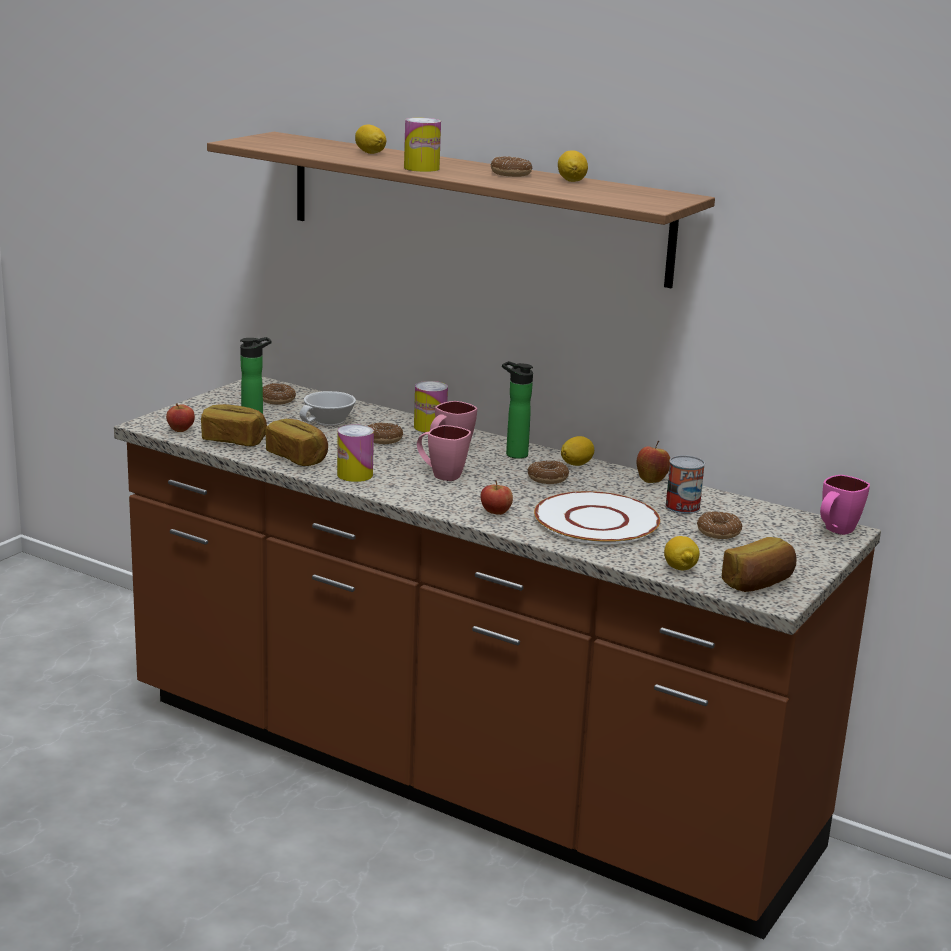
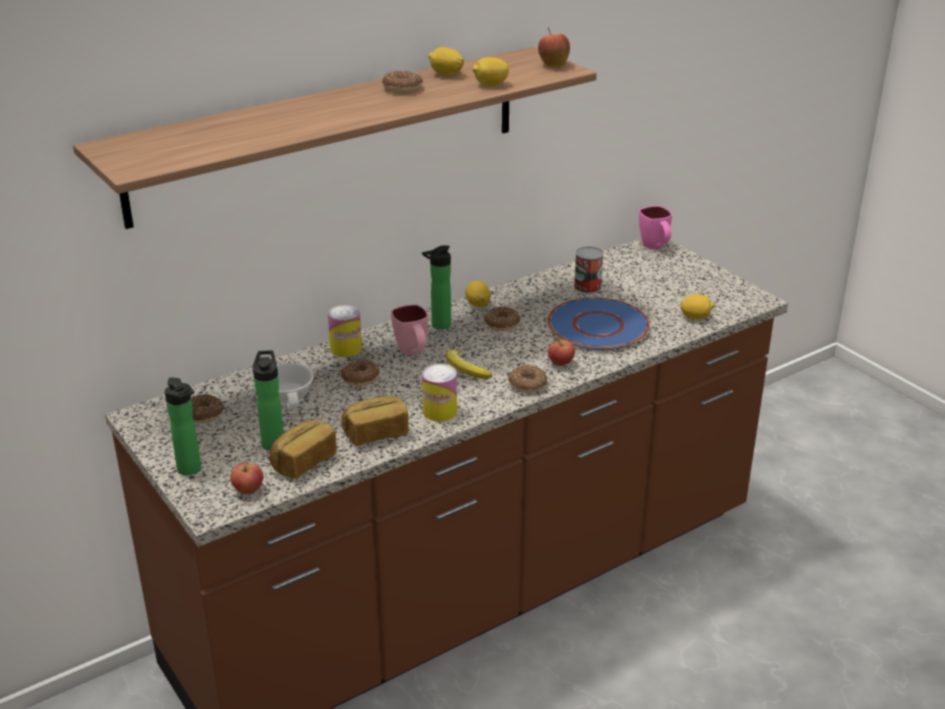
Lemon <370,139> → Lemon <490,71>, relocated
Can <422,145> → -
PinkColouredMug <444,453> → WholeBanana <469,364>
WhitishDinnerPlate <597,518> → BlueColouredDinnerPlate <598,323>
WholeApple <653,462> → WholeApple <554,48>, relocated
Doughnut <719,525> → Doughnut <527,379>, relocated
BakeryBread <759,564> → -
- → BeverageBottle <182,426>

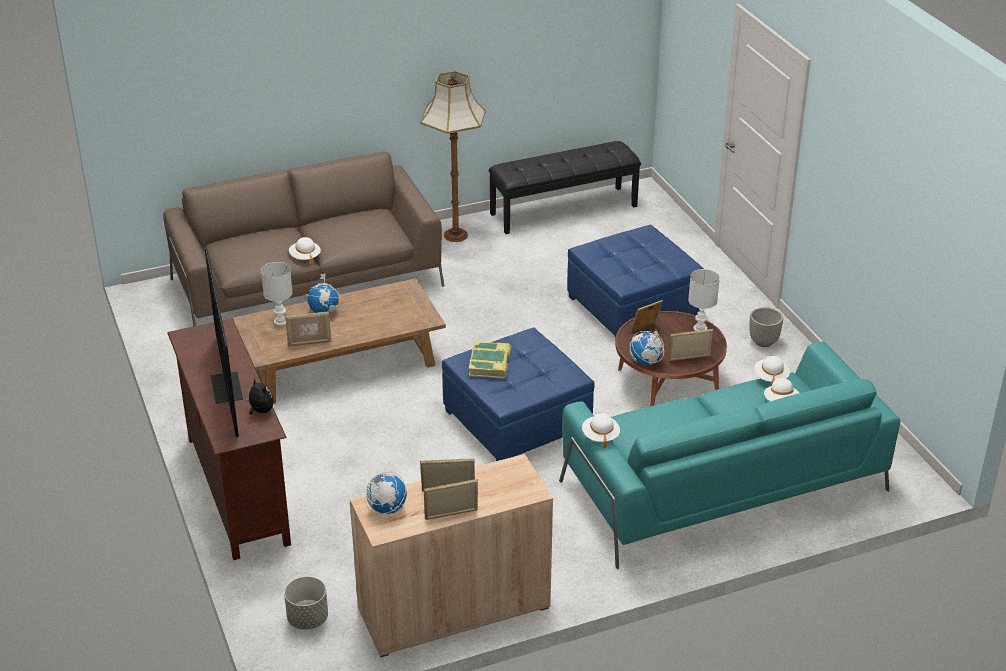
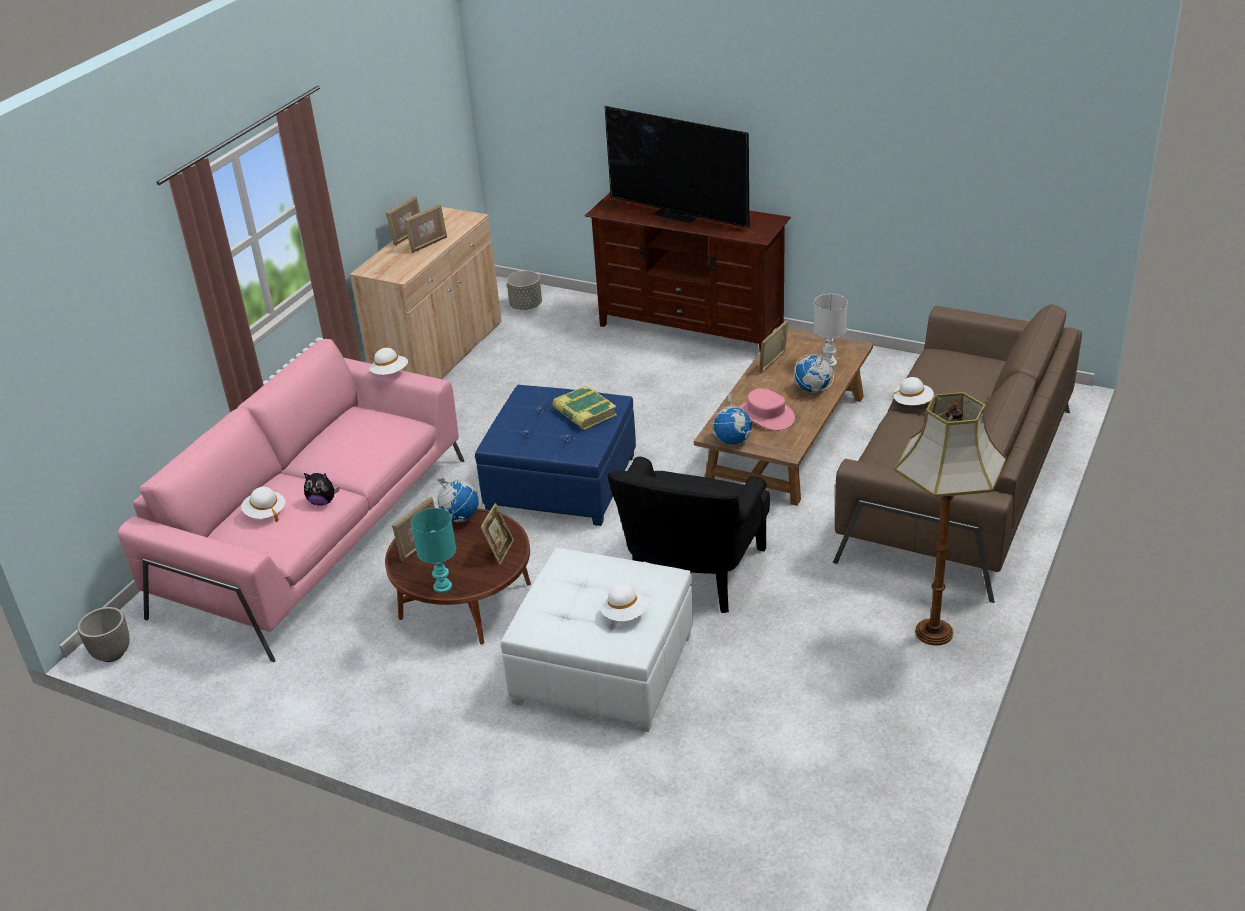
CuddlyToy <259,396> → CuddlyToy <321,489>, relocated
Globe <386,493> → Globe <732,419>, relocated
BlackishIndoorBench <565,187> → -
BlueGreenCouch <729,455> → PinkColouredCouch <291,500>
BlueColouredOttoman <635,282> → WhitishOttoman <597,640>
WhitishTableLamp <704,300> → BlueGreenTableLamp <433,550>
Planter <766,327> → Planter <103,634>, relocated
WhitishClothingHat <772,371> → WhitishClothingHat <624,603>, relocated
- → BlackishLoungeChair <689,535>
- → PinkColouredClothingHat <767,409>

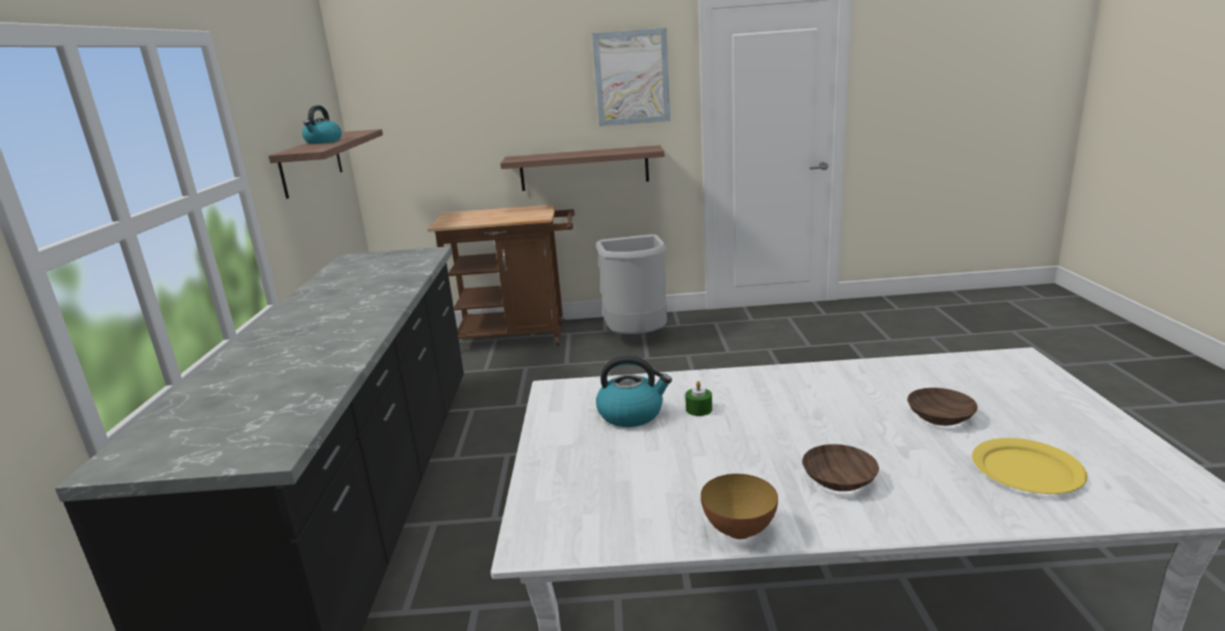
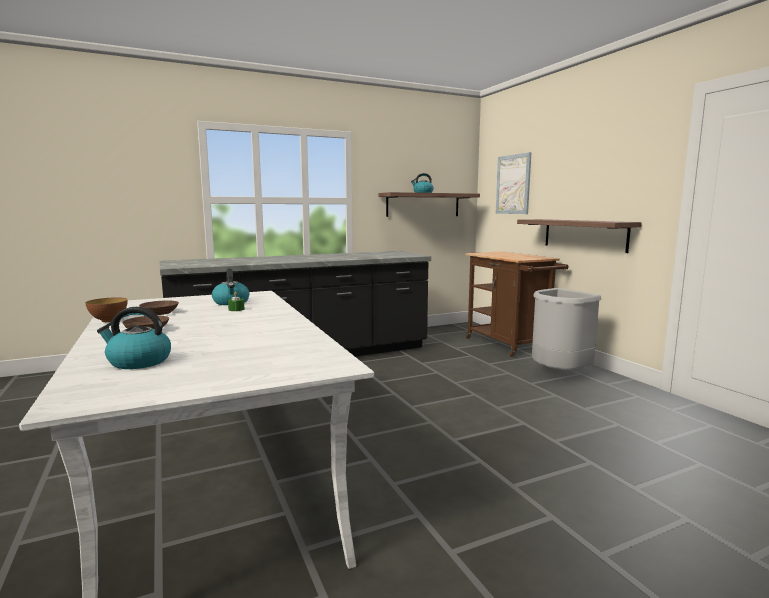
WallPicture <631,77> → WallPicture <513,183>, relocated
BrownServingBowl <942,407> → BrownServingBowl <159,307>, relocated
YellowDinnerPlate <1029,466> → WaterKettle <134,338>

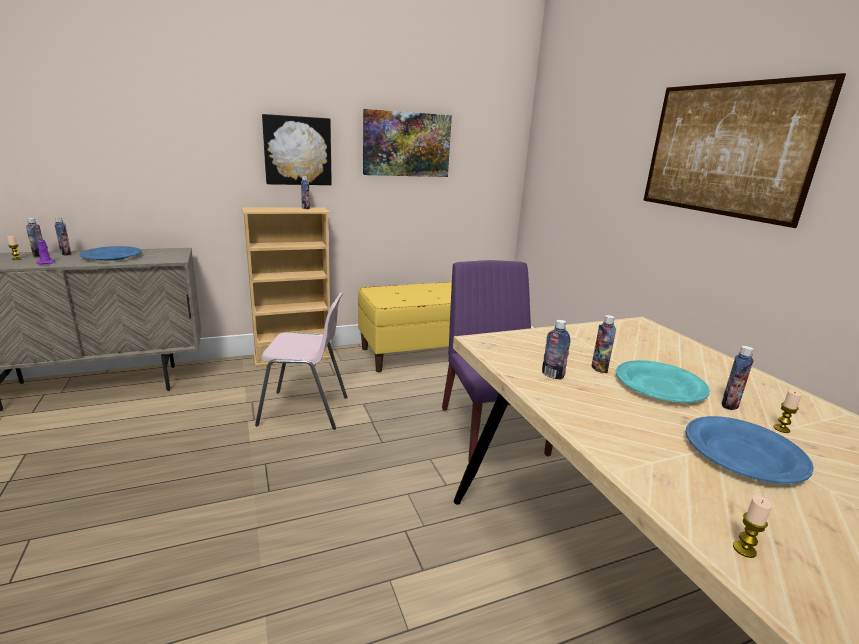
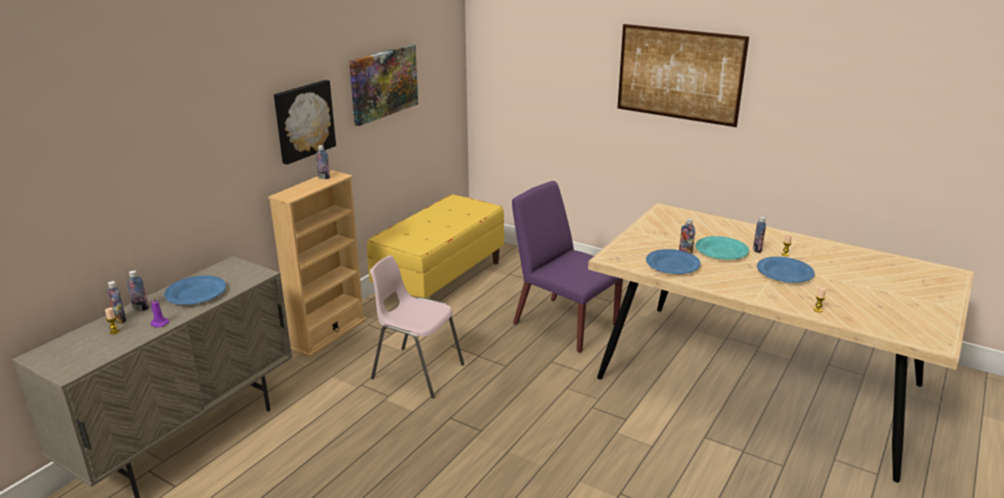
PinkColouredUprightChair <301,361> → PinkColouredUprightChair <417,327>, 120 degrees counterclockwise
BeverageBottle <556,350> → BlueColouredDinnerPlate <673,261>

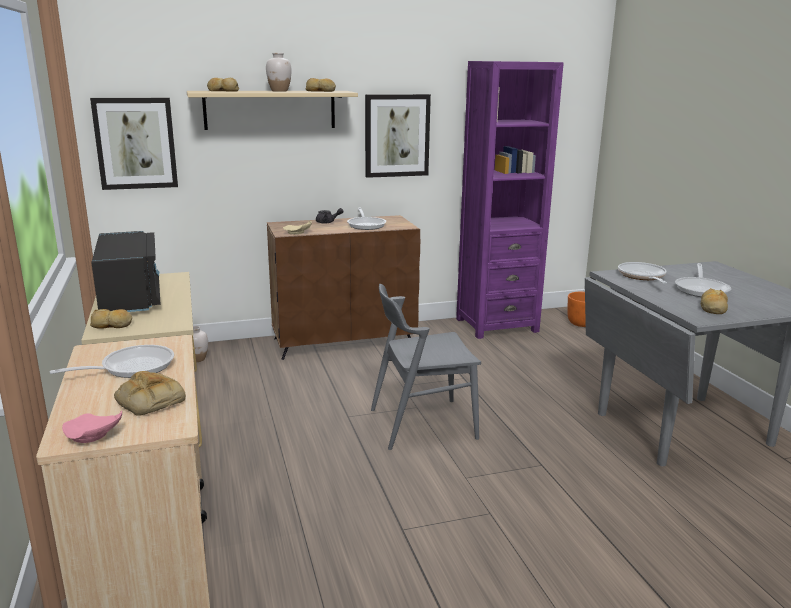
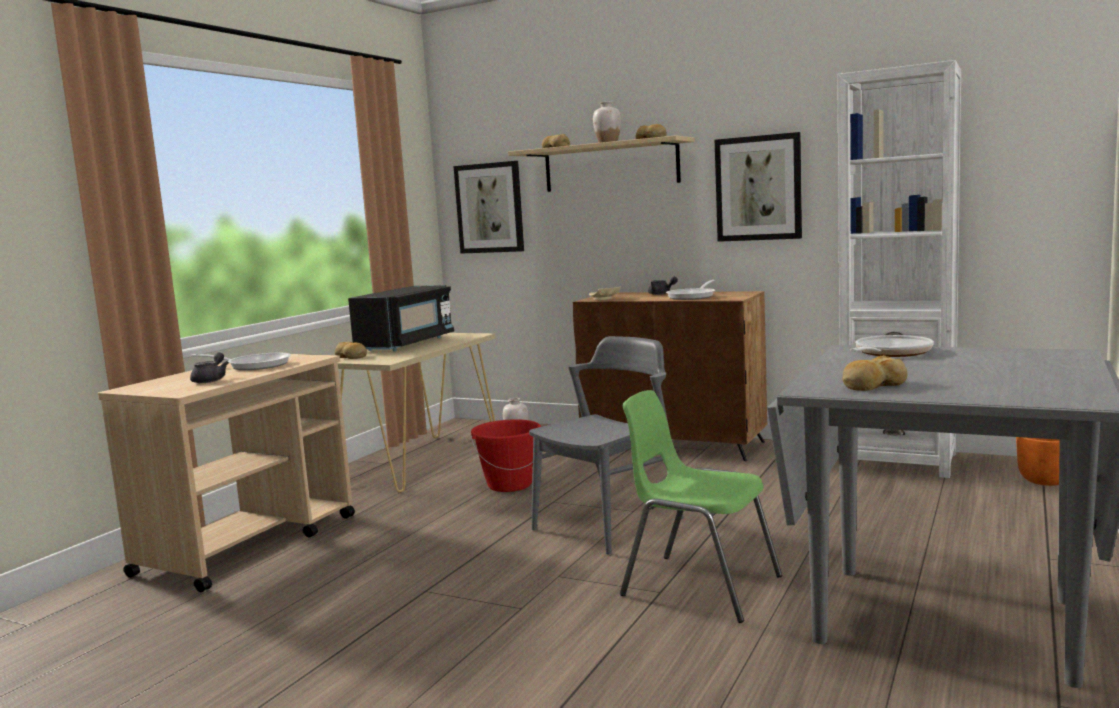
PinkColouredDinnerPlate <92,426> → -
BakeryBread <150,393> → GreyishTeapot <209,367>
GreyishUprightChair <426,367> → GreyishUprightChair <606,445>, 105 degrees clockwise
PurplishBookshelf <510,200> → WhitishBookshelf <899,269>
FryingPan <703,280> → -
- → RedPail <506,455>
- → GreenishUprightChair <701,506>

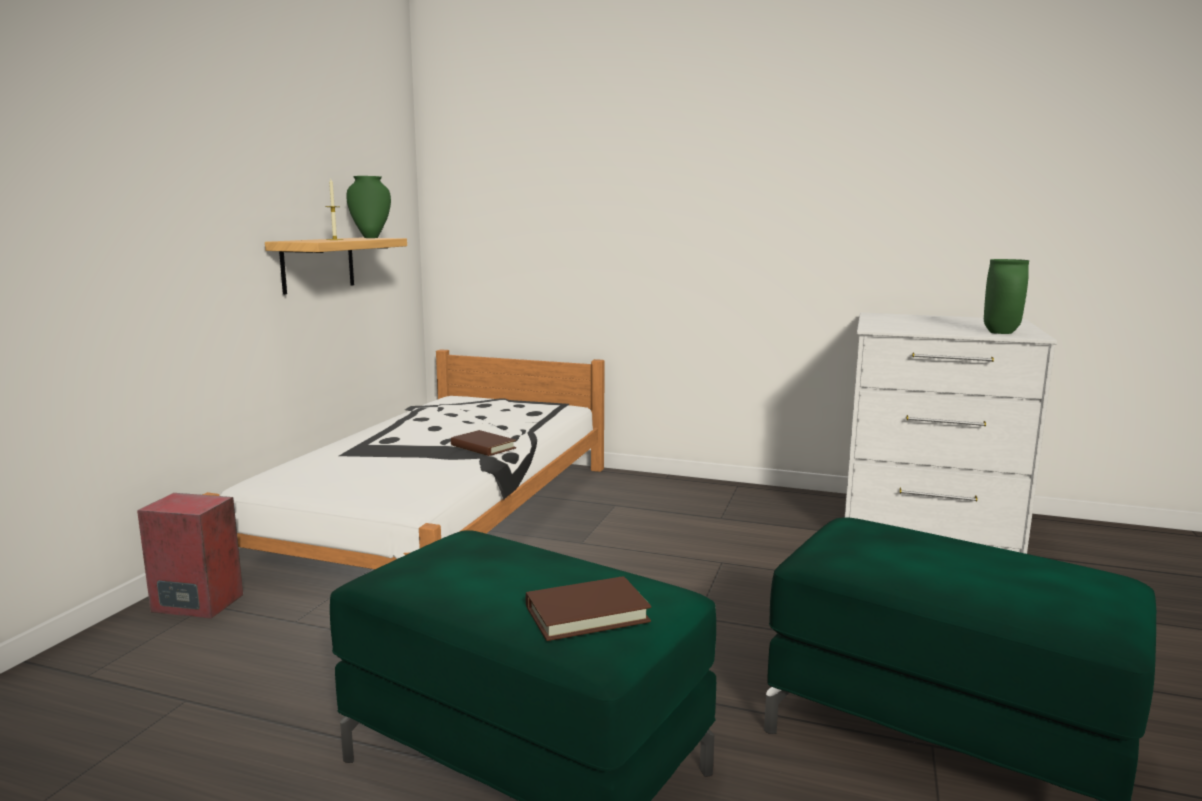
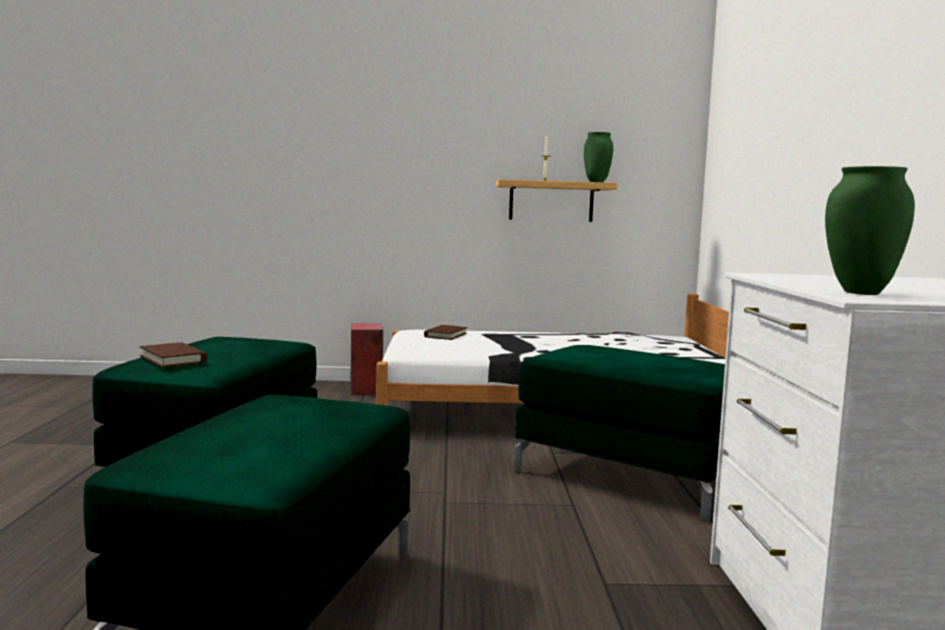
BrownBook <483,443> → BrownBook <445,332>, relocated
- → GreenishOttoman <619,433>

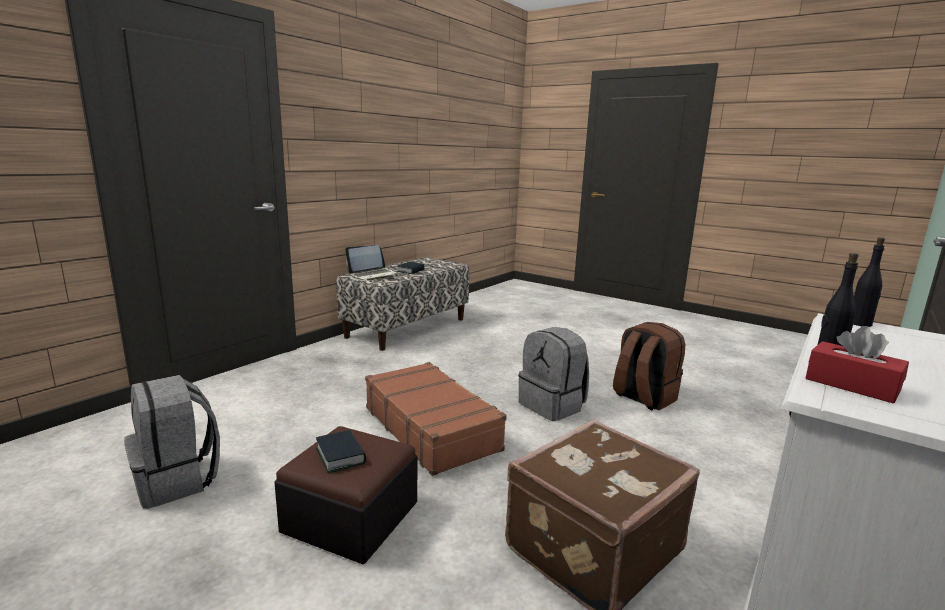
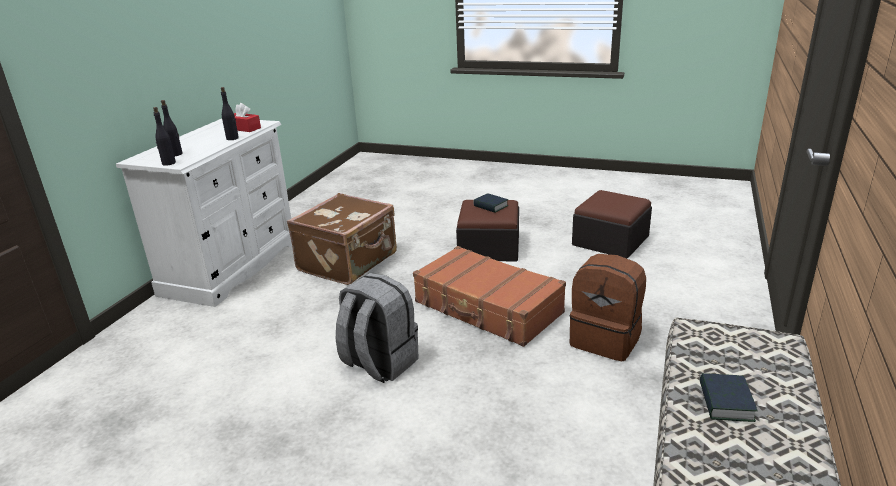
GreyishKnapsack <172,442> → Ottoman <612,224>
Laptop <371,262> → -
BrownKnapsack <649,366> → BrownKnapsack <608,307>, relocated
- → BlackishBeverageBottle <172,128>

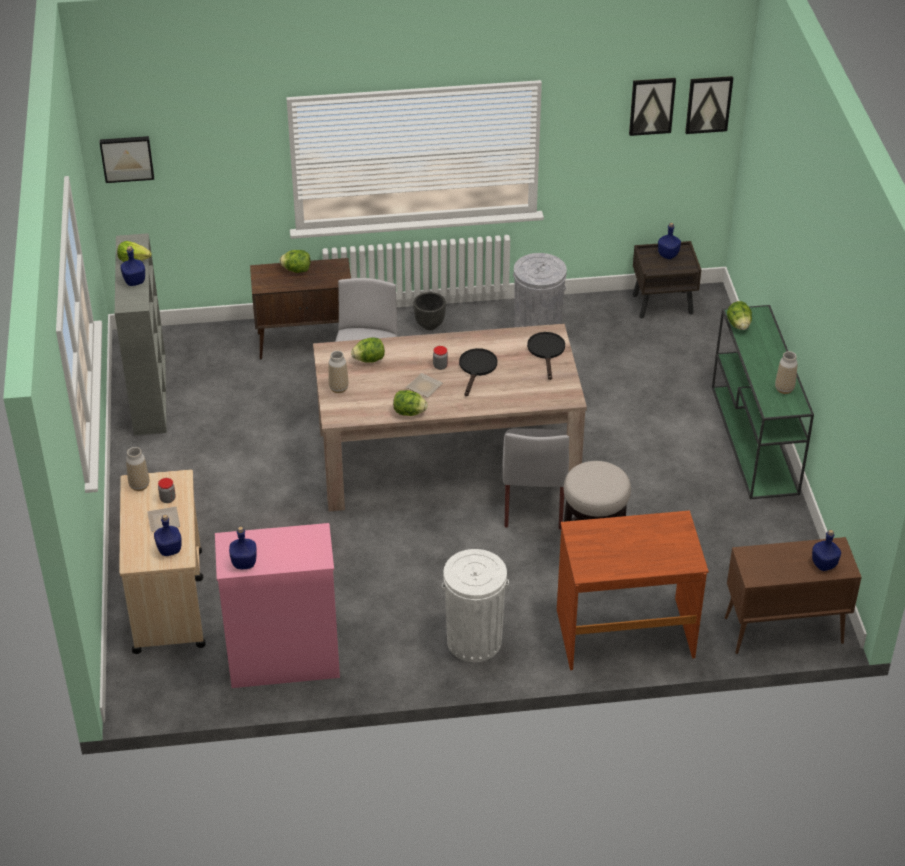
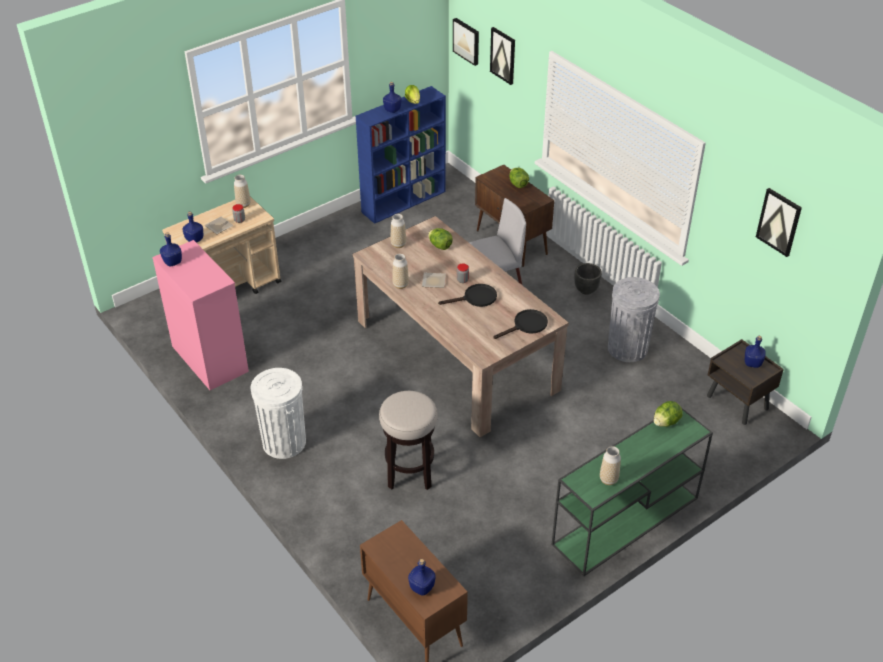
GreyishBookshelf <141,334> → BlueColouredBookshelf <401,155>
LettuceHead <410,403> → Vase <400,271>
GreyishUprightChair <536,479> → -
BrownDeskUnit <633,590> → -
WallPicture <709,105> → WallPicture <502,56>, relocated

